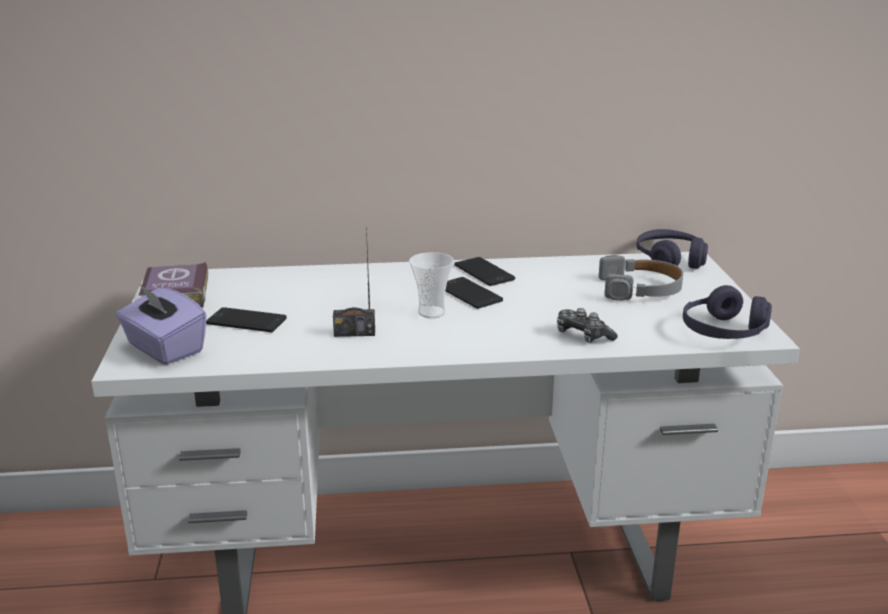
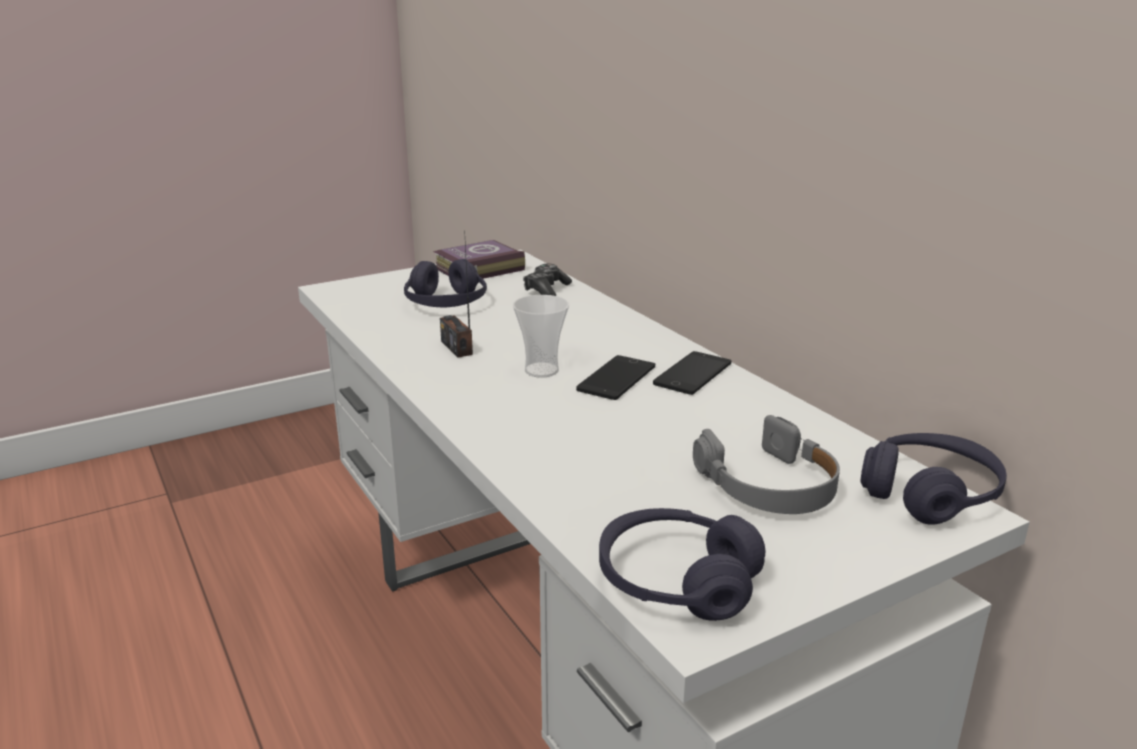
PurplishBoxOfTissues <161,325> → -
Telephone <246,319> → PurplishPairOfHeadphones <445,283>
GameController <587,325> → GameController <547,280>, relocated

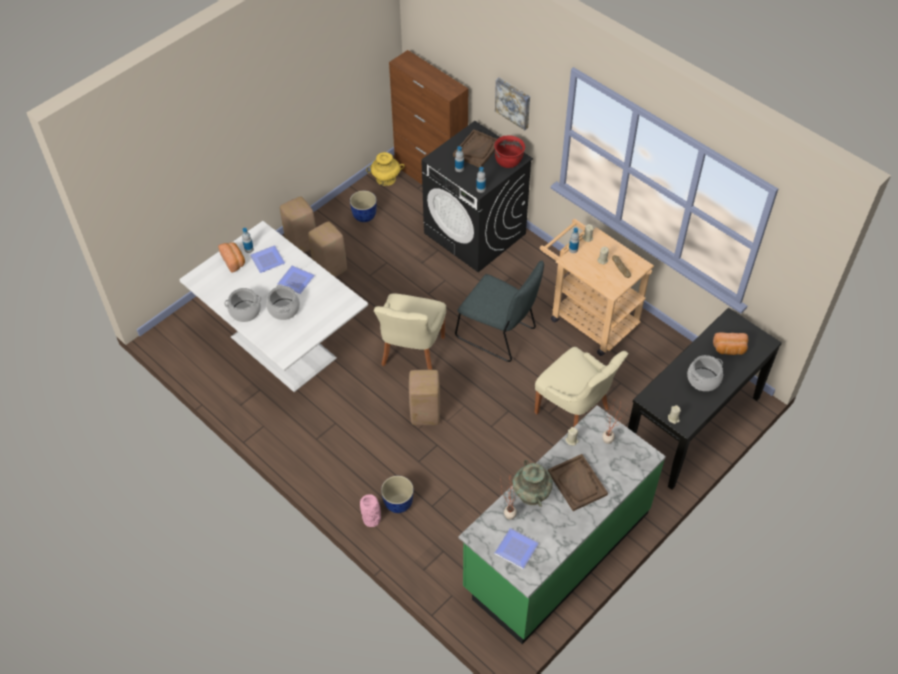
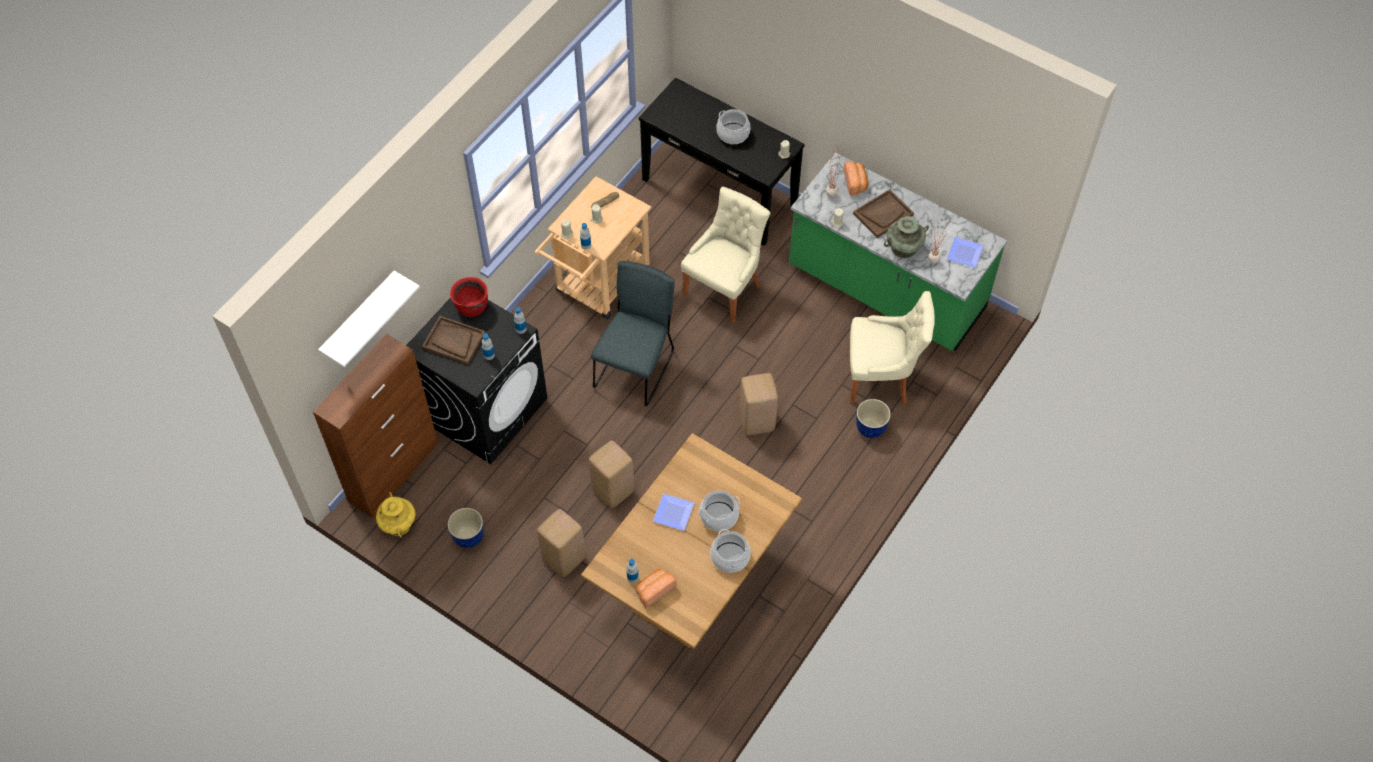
WhitishDinnerTable <273,306> → BrownDinnerTable <691,541>
DinnerPlate <267,259> → -
BeigeColouredStoolSeat <298,224> → BeigeColouredStoolSeat <611,474>, relocated
PinkColouredVase <370,510> → -
BeigeColouredUprightChair <410,331> → BeigeColouredUprightChair <892,347>, relocated
WallPicture <512,103> → -
BakeryBread <730,343> → BakeryBread <856,179>, relocated
- → WhitishWallShelf <369,319>

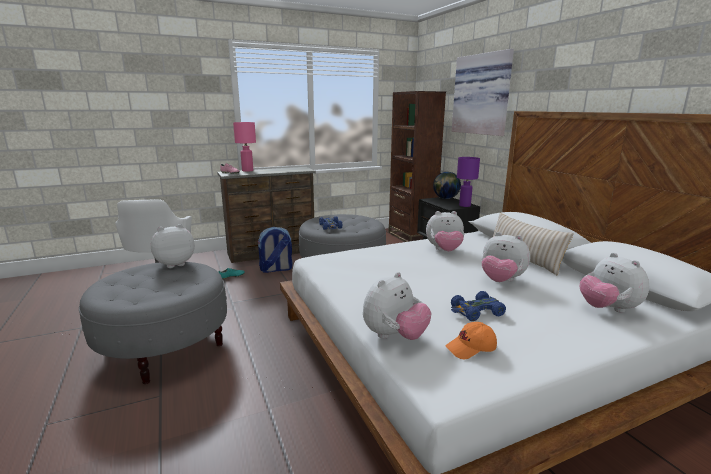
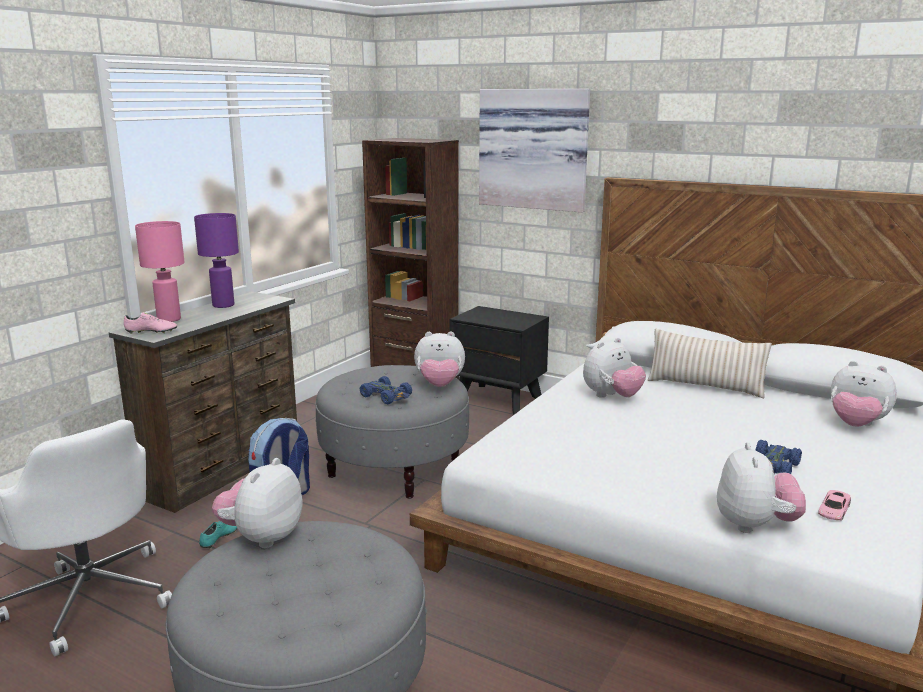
Globe <447,185> → -
OrangeyCap <471,341> → PinkColouredToyCar <834,505>
PurplishTableLamp <468,182> → PurplishTableLamp <216,260>, relocated
CuddlyToy <505,257> → CuddlyToy <439,359>, relocated

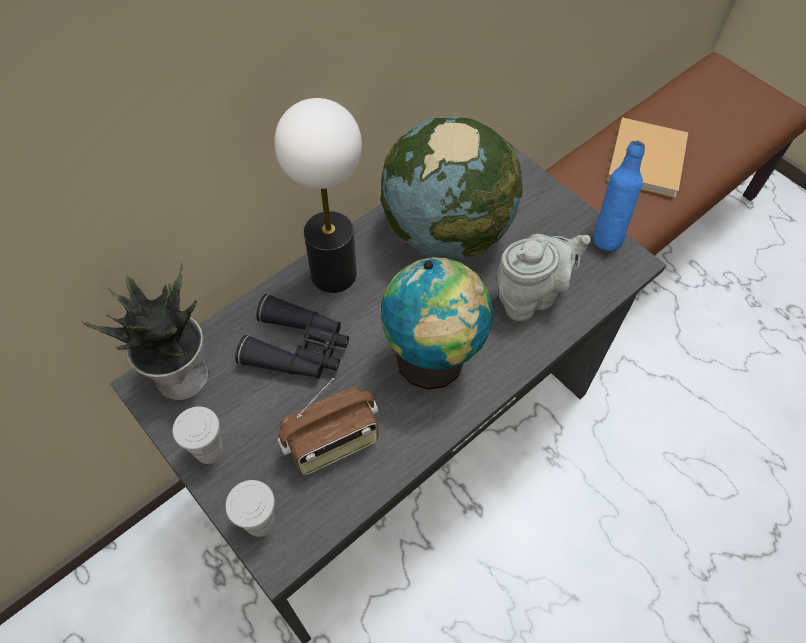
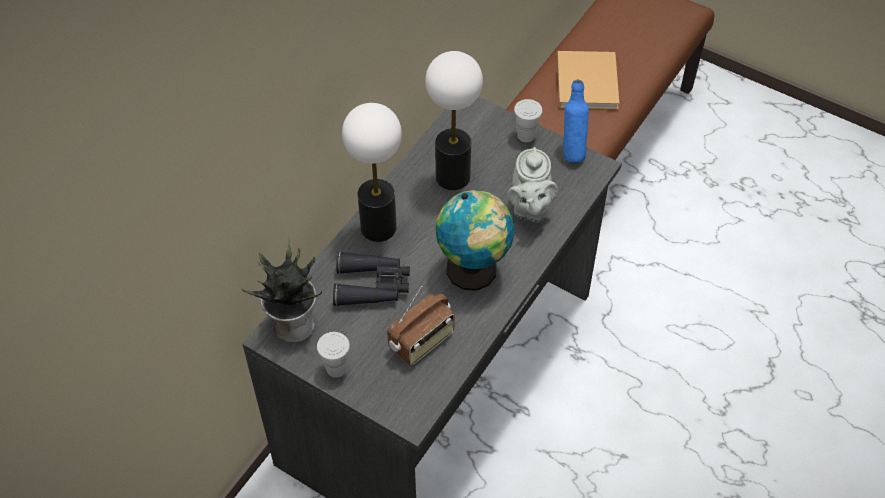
WhitishSmallCup <250,508> → WhitishSmallCup <528,120>, relocated
Globe <451,187> → TableLamp <454,120>
GreyishTeapot <544,277> → GreyishTeapot <533,184>, 135 degrees clockwise

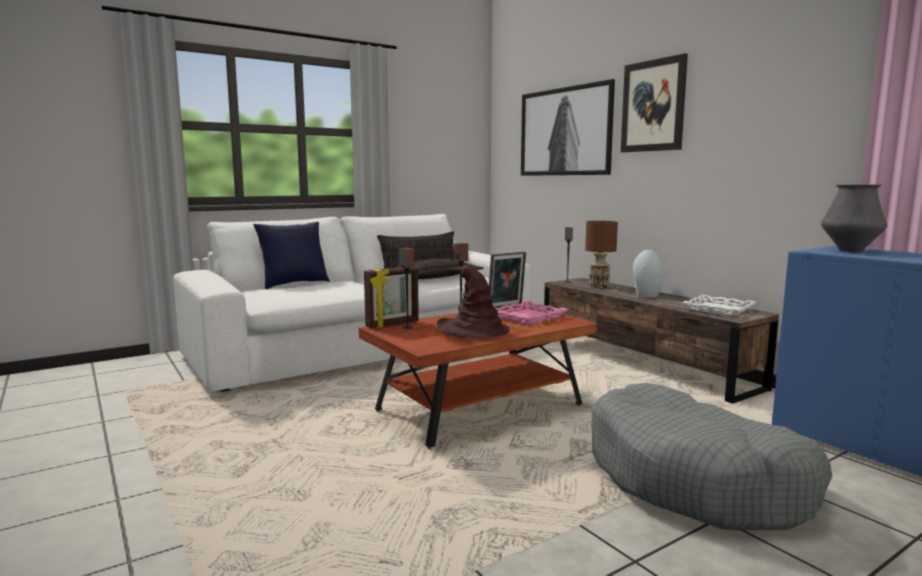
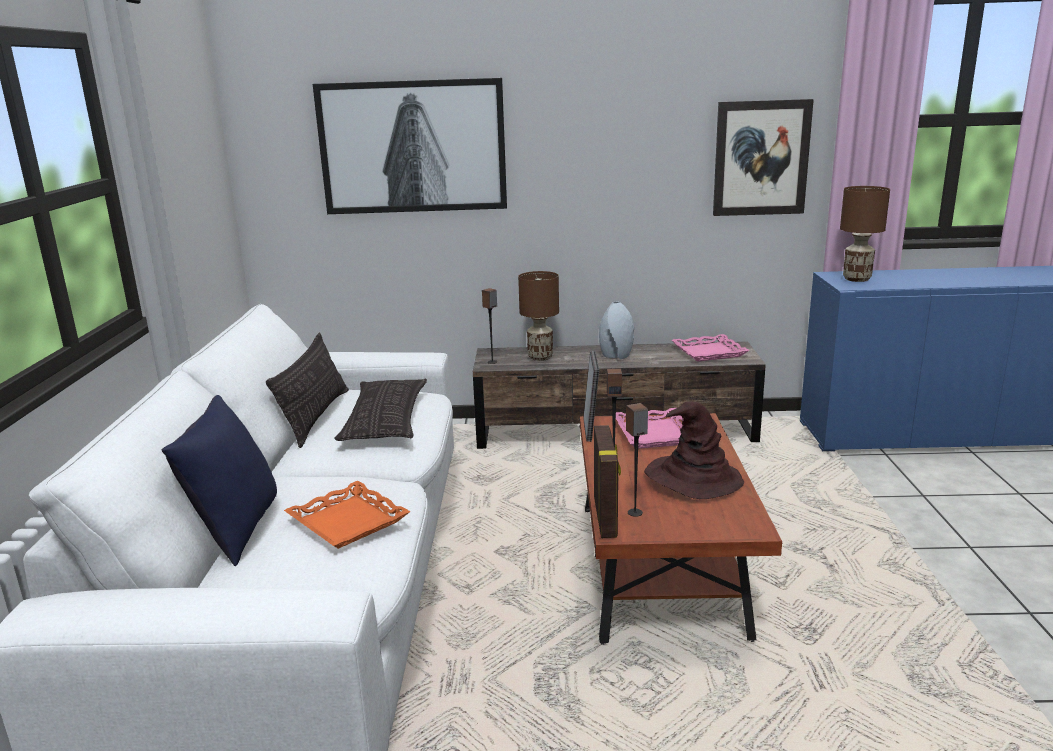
GreyishDogCushion <712,457> → -
WallPicture <654,103> → WallPicture <763,157>, relocated
WhitishTray <719,305> → PinkColouredTray <711,348>
Vase <854,218> → BrownTableLamp <865,234>
- → OrangeyTray <347,515>

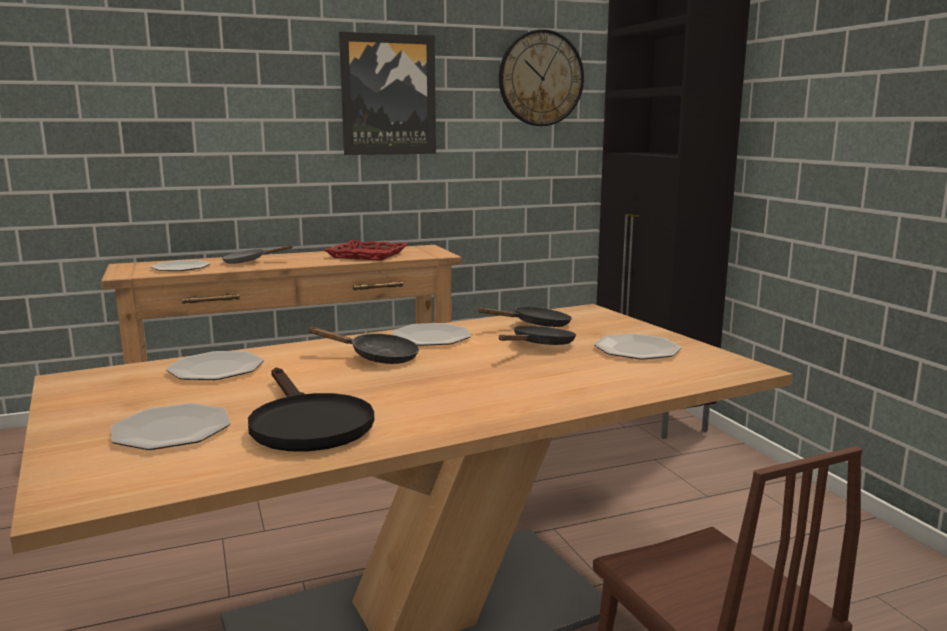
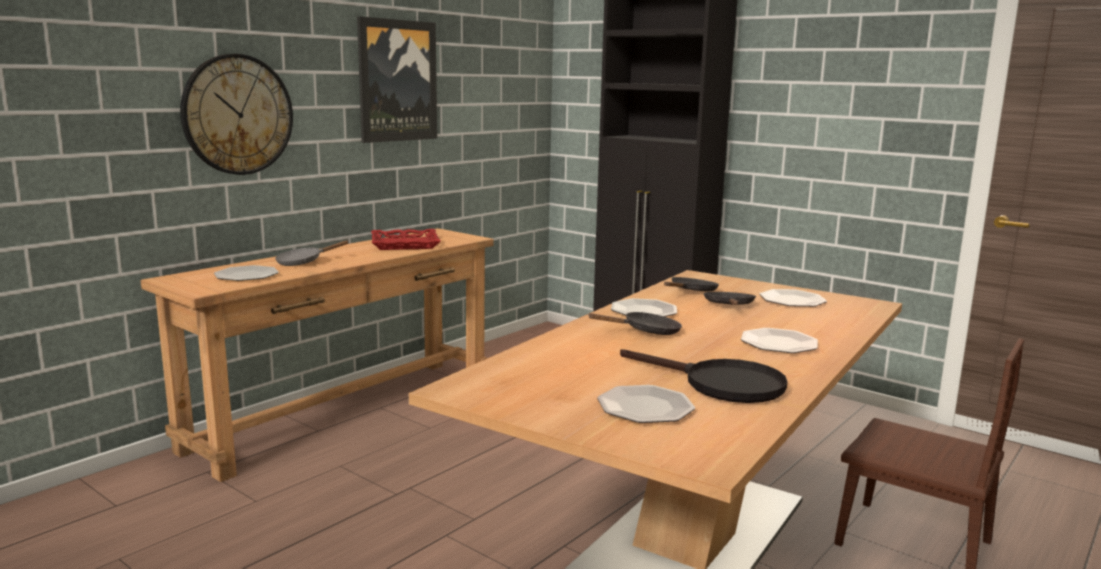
DinnerPlate <215,365> → DinnerPlate <779,340>, relocated
ClockOnTheWall <541,77> → ClockOnTheWall <236,114>, relocated

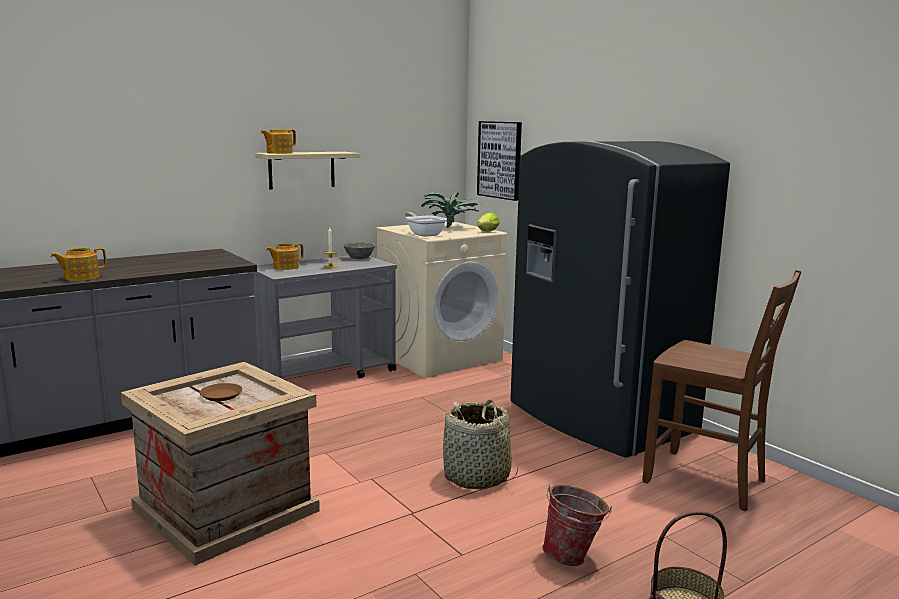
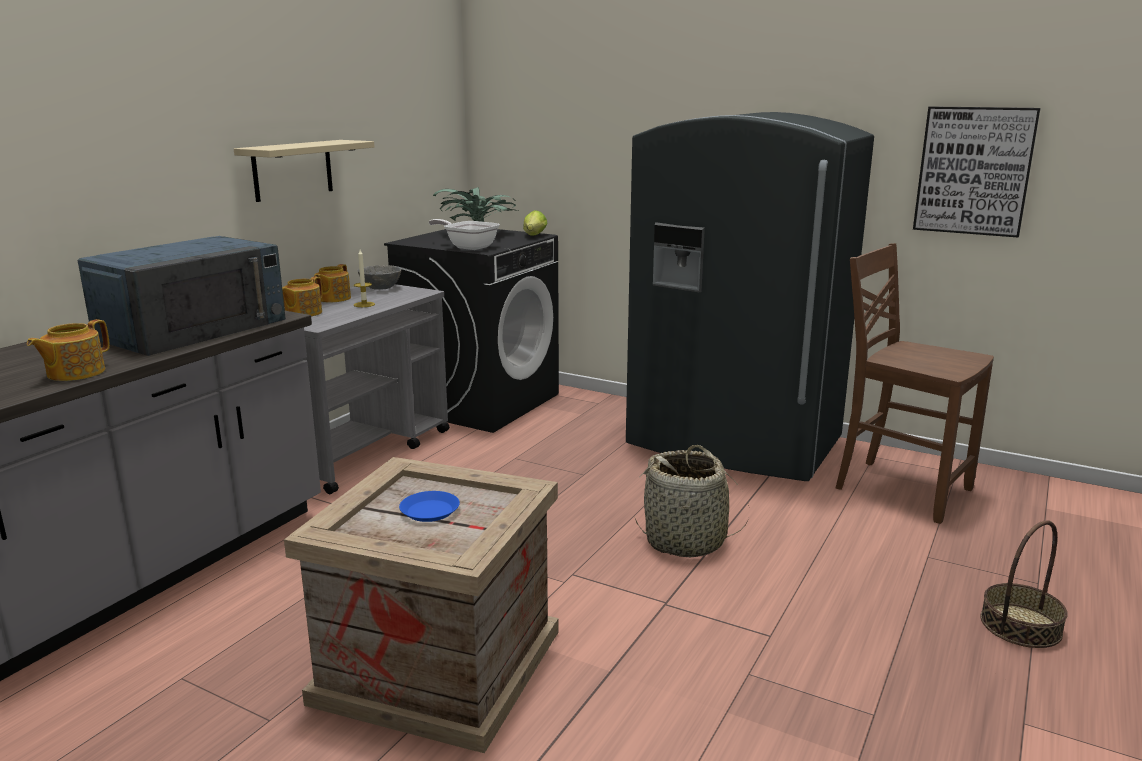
BrownDinnerPlate <220,392> → BlueColouredDinnerPlate <429,506>
Teapot <278,141> → Teapot <332,283>, relocated
BeigeColouredWashingMachine <441,300> → BlackishWashingMachine <471,331>
WallPicture <499,161> → WallPicture <976,171>, relocated
Pail <577,525> → -
BrownUprightChair <721,390> → BrownUprightChair <915,383>, 150 degrees counterclockwise
- → BlueColouredMicrowave <182,296>

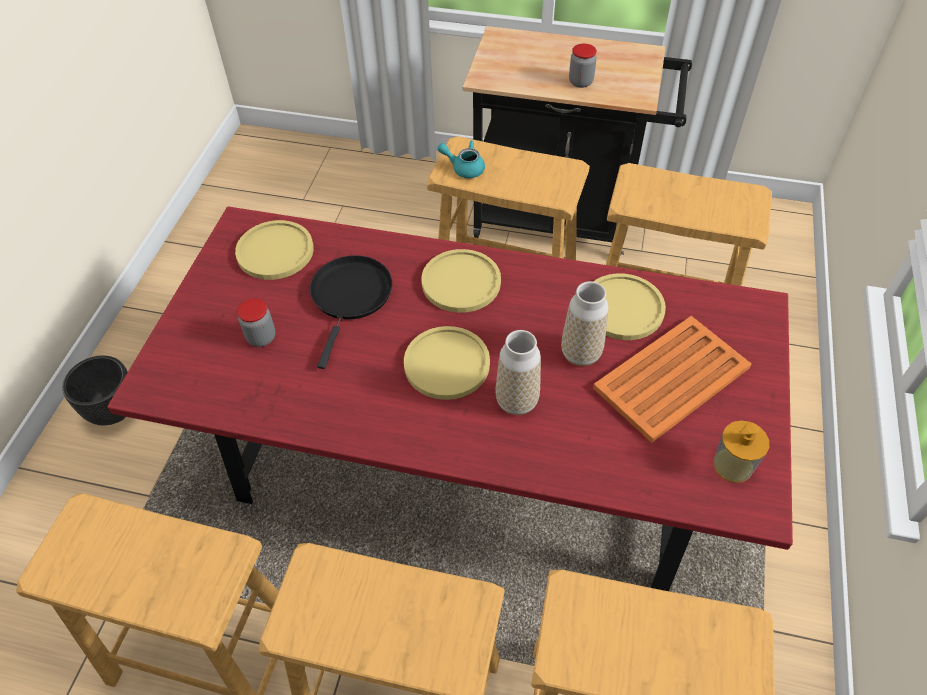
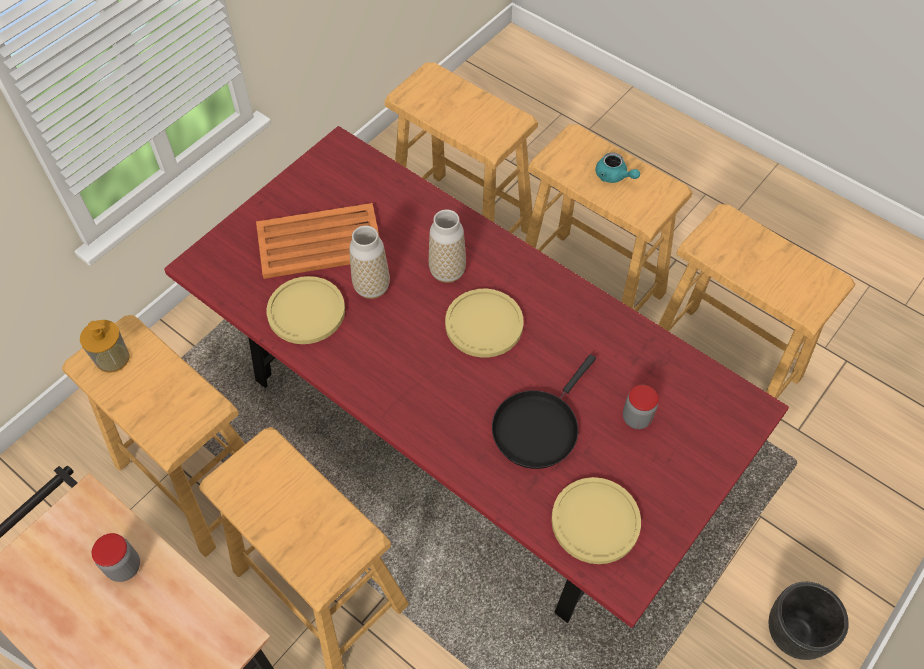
YellowDinnerPlate <461,281> → -
BlueGreenTeapot <461,159> → BlueGreenTeapot <618,167>, relocated
SoapBottle <741,451> → SoapBottle <105,346>, relocated

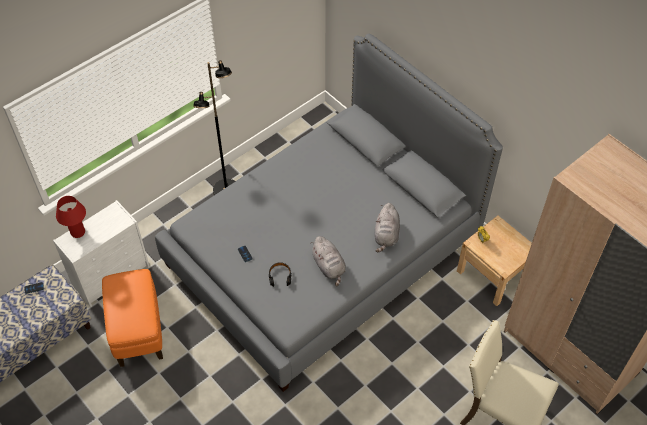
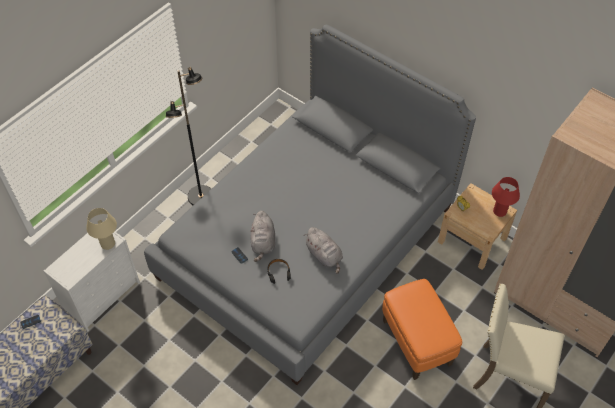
RedTableLamp <71,217> → RedTableLamp <506,197>, relocated
OrangeyOttoman <132,318> → OrangeyOttoman <422,329>, relocated
GreyishCuddlyToy <387,227> → GreyishCuddlyToy <262,236>, relocated
- → BeigeColouredTableLamp <101,229>

